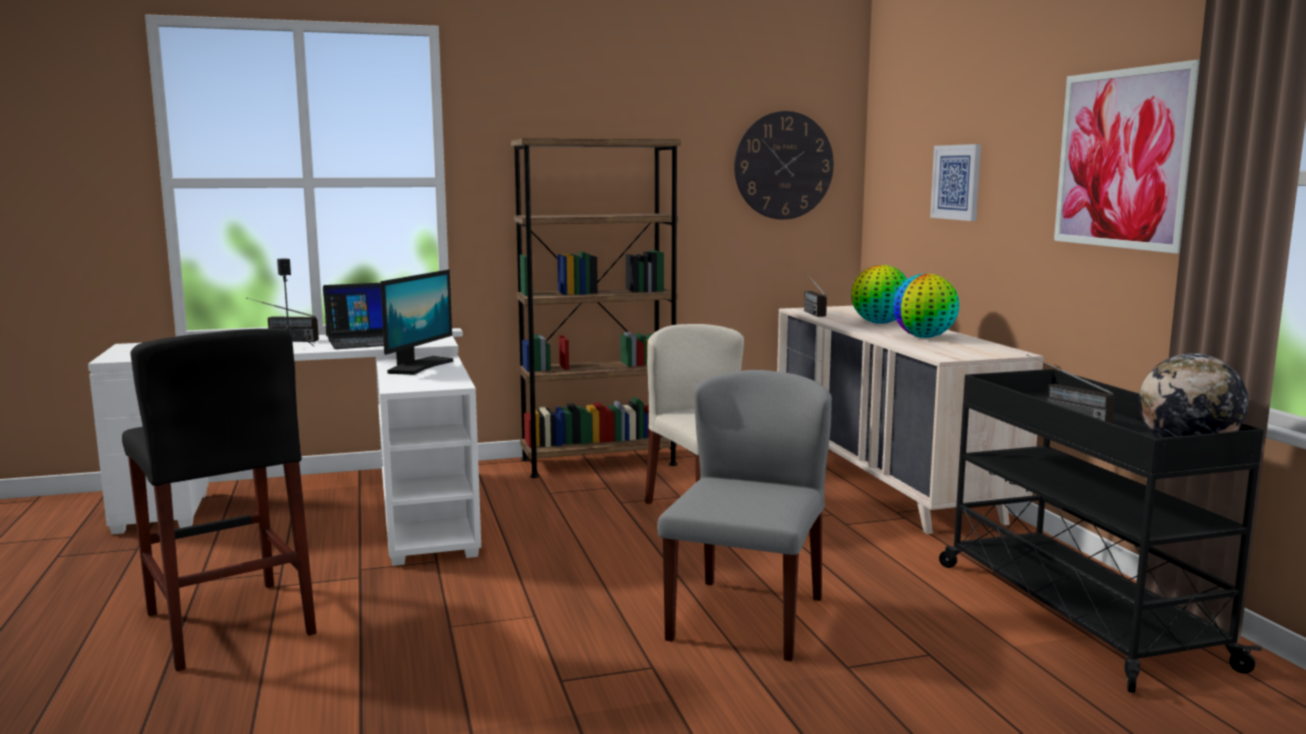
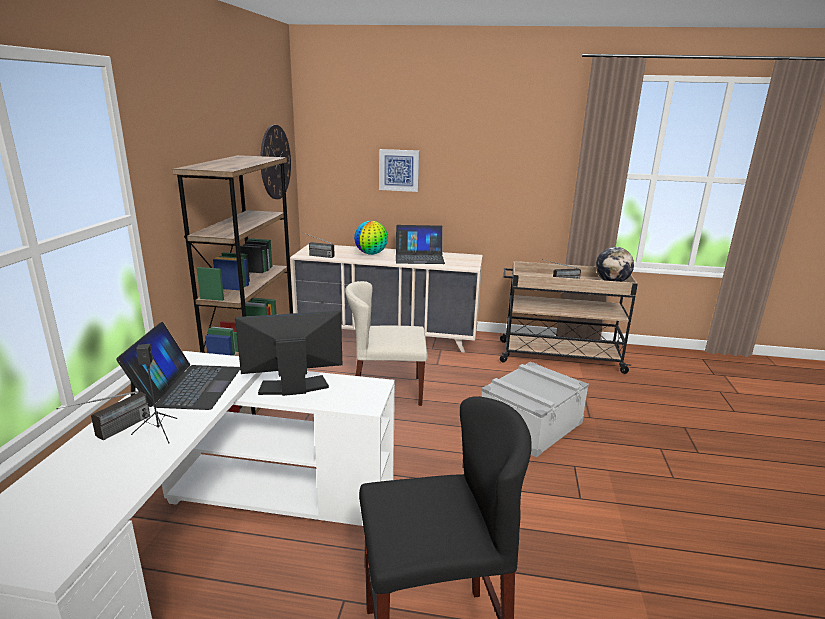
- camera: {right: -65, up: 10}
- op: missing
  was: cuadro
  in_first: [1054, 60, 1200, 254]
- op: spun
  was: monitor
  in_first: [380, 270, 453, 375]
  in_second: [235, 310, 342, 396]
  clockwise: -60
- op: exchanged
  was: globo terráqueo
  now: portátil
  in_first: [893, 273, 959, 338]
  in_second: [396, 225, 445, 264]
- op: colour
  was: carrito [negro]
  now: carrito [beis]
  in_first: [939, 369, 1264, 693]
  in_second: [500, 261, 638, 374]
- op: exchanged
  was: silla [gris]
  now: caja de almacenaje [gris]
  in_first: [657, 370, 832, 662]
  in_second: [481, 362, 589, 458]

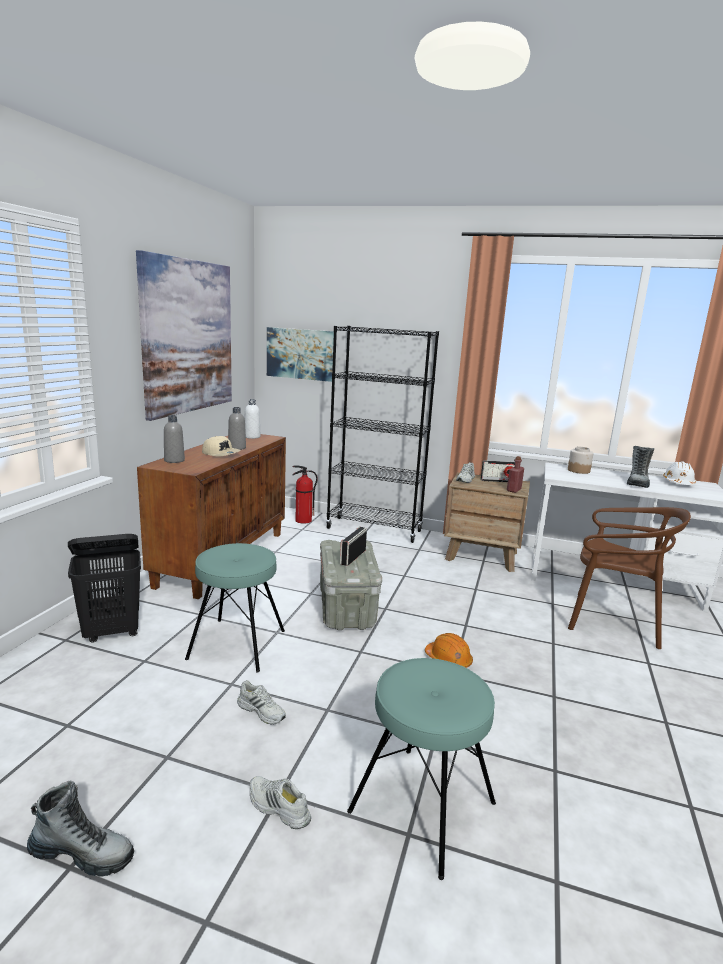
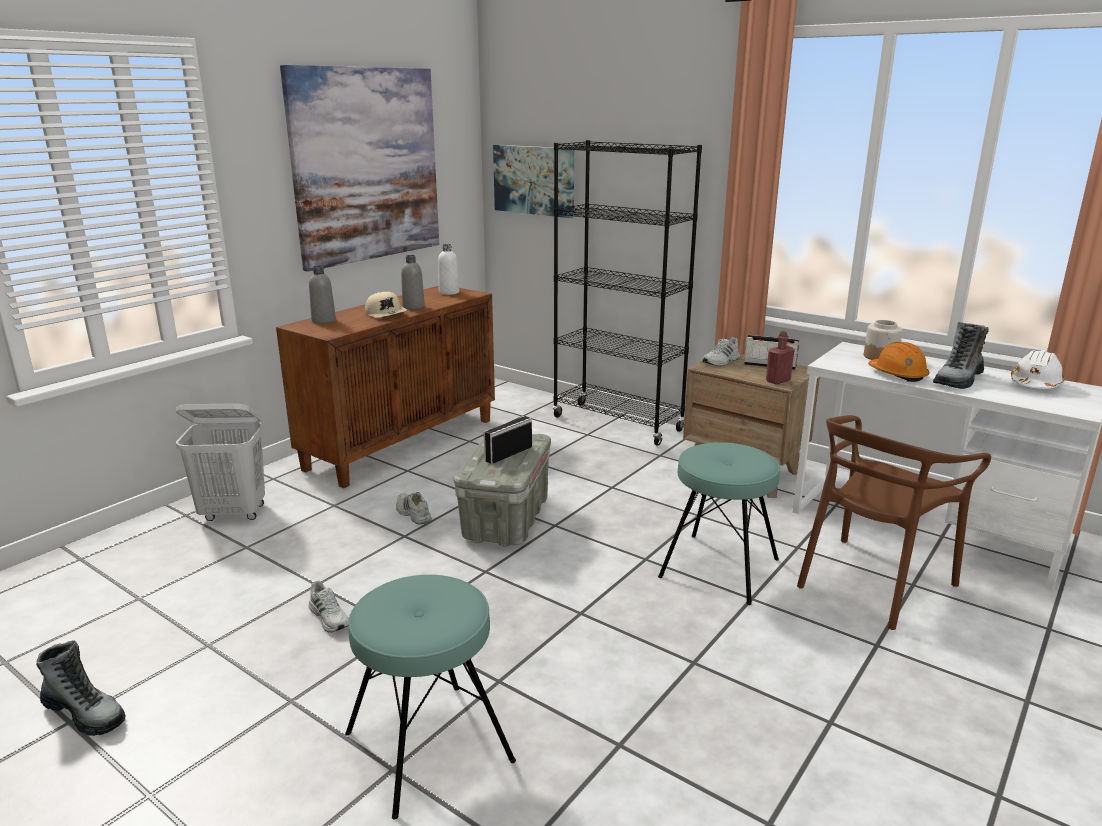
- camera: {right: 20, up: 5}
- op: missing
  was: extintor
  in_first: [292, 465, 318, 524]
- op: spun
  was: silla [marrón]
  in_first: [568, 507, 691, 649]
  in_second: [797, 415, 991, 630]
  clockwise: 90
- op: colour
  was: cesto de la ropa [negro]
  now: cesto de la ropa [blanco]
  in_first: [68, 534, 141, 642]
  in_second: [176, 403, 265, 521]
- op: relocated
  was: taburete [turquesa]
  in_first: [185, 543, 285, 673]
  in_second: [658, 442, 780, 605]
- op: relocated
  was: casco [naranja]
  in_first: [425, 633, 473, 668]
  in_second: [868, 341, 929, 382]
- op: relocated
  was: zapato [blanco]
  in_first: [250, 776, 311, 829]
  in_second: [396, 492, 432, 524]

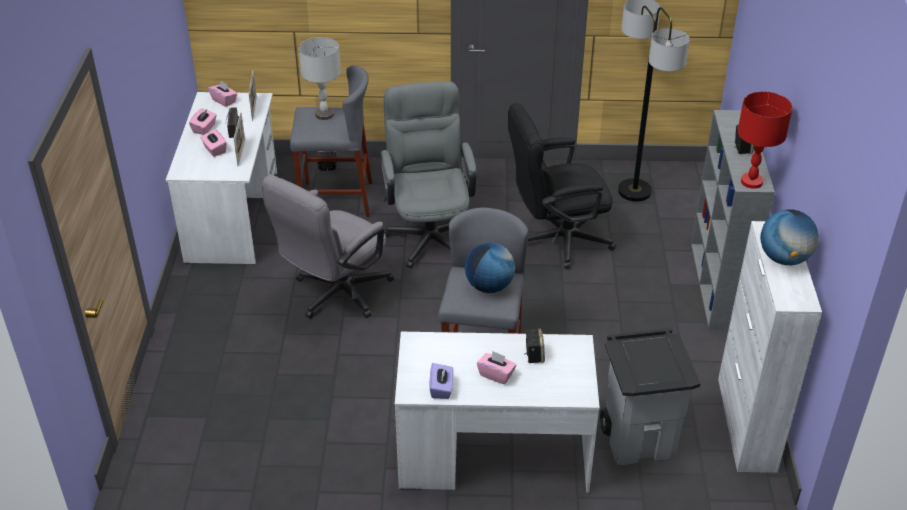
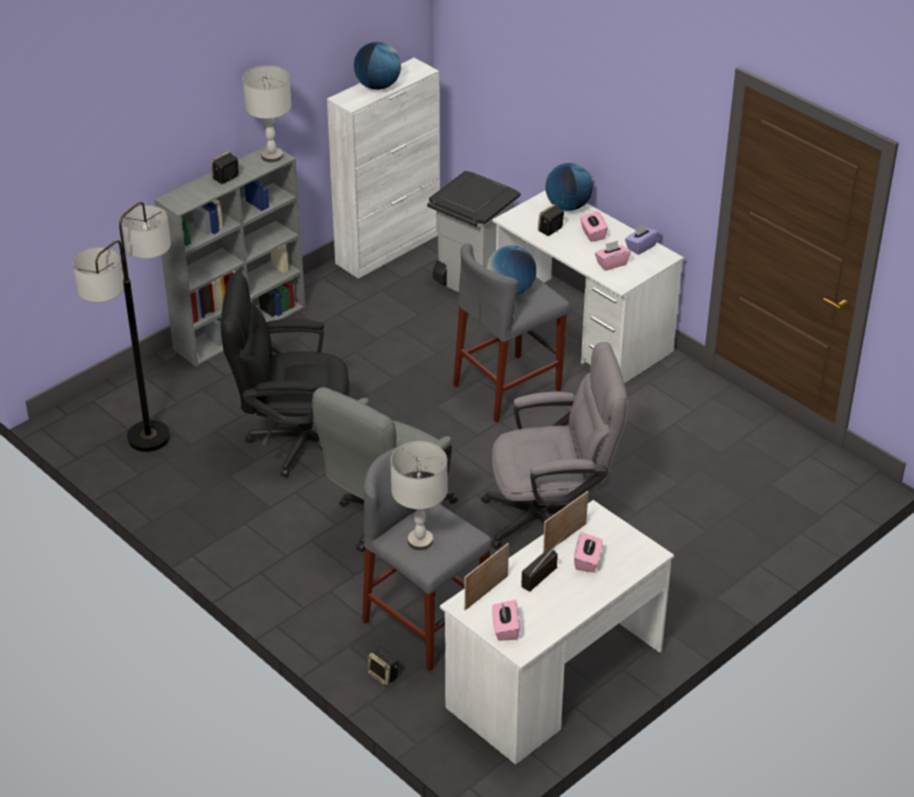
- camera: {right: -135, up: 0}
- op: colour
  was: lámpara de mesa [rojo]
  now: lámpara de mesa [gris]
  in_first: [737, 91, 793, 189]
  in_second: [243, 65, 292, 162]
- op: spun
  was: silla de oficina [negro]
  in_first: [508, 103, 616, 269]
  in_second: [221, 273, 349, 477]
  clockwise: 150
- op: relocated
  was: caja de pañuelos [rosa]
  in_first: [189, 108, 217, 135]
  in_second: [595, 241, 631, 271]
- op: appeared
  now: globo terráqueo
  in_second: [545, 163, 593, 211]

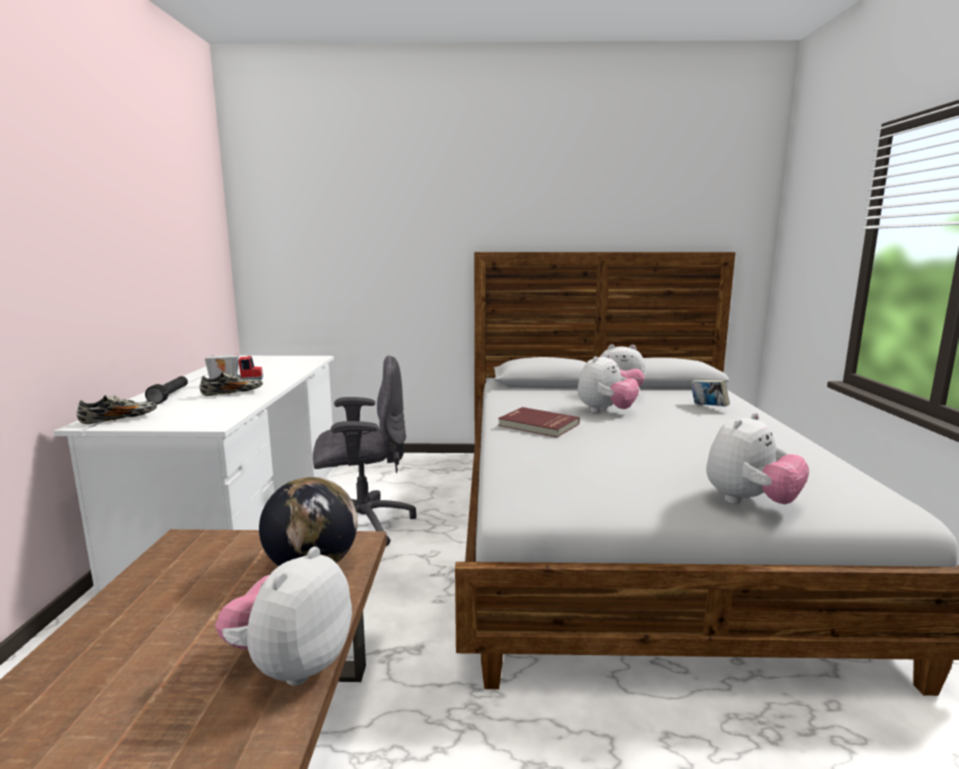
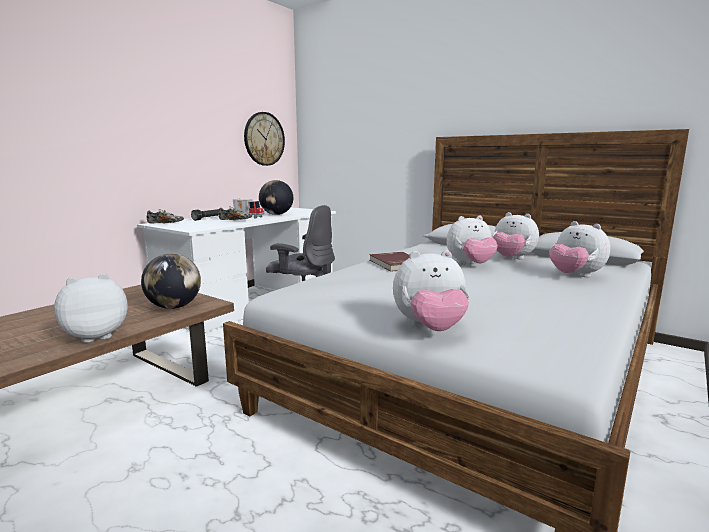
- camera: {right: 35, up: 0}
- op: exchanged
  was: libro
  now: peluche
  in_first: [690, 380, 730, 407]
  in_second: [549, 221, 610, 277]
- op: appeared
  now: reloj de pared
  in_second: [244, 112, 285, 166]
- op: appeared
  now: globo terráqueo
  in_second: [259, 180, 293, 215]

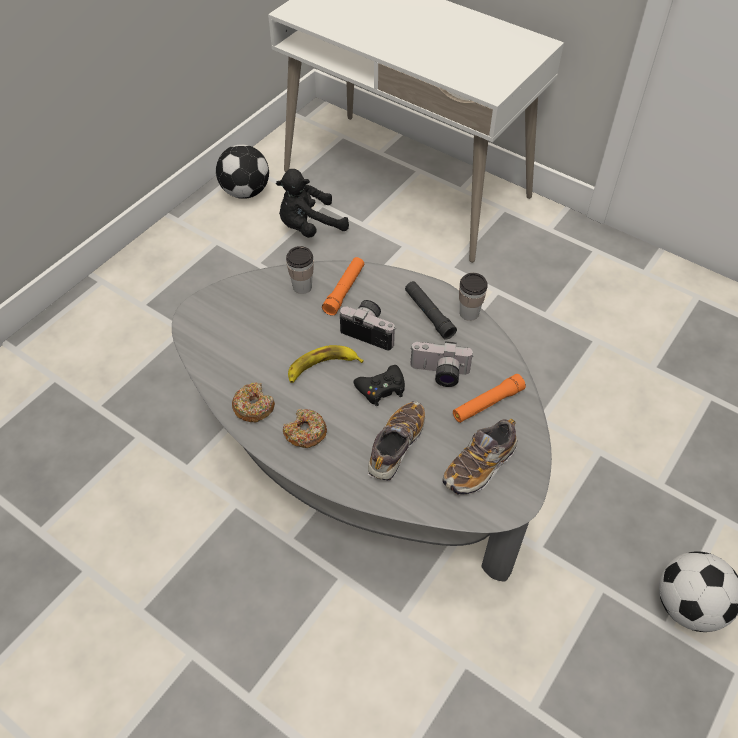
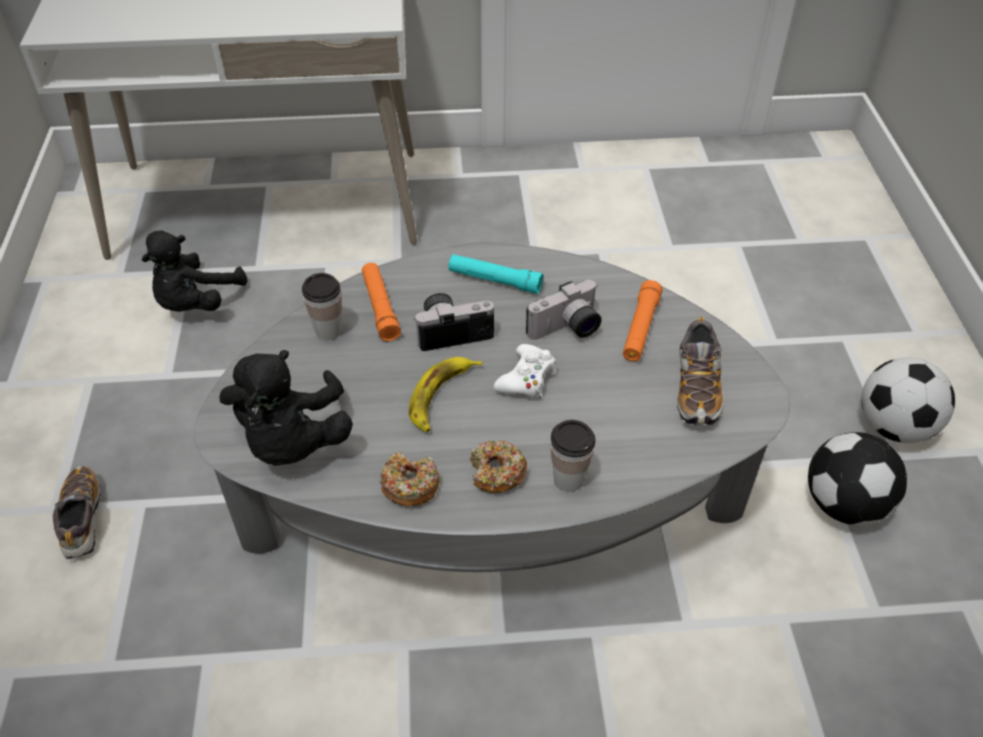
- camera: {right: -40, up: -5}
- op: relocated
  was: balón de fútbol
  in_first: [216, 144, 269, 199]
  in_second: [808, 432, 907, 525]
- op: relocated
  was: taza
  in_first: [459, 273, 488, 321]
  in_second: [550, 420, 596, 492]
- op: colour
  was: linterna [negro]
  now: linterna [turquesa]
  in_first: [405, 281, 457, 340]
  in_second: [448, 254, 543, 294]
- op: colour
  was: mando de consola [negro]
  now: mando de consola [blanco]
  in_first: [353, 365, 405, 406]
  in_second: [493, 344, 556, 399]
- op: relocated
  was: zapato
  in_first: [368, 401, 425, 481]
  in_second: [53, 466, 101, 560]
- op: appeared
  now: peluche [negro]
  in_second: [219, 350, 353, 465]

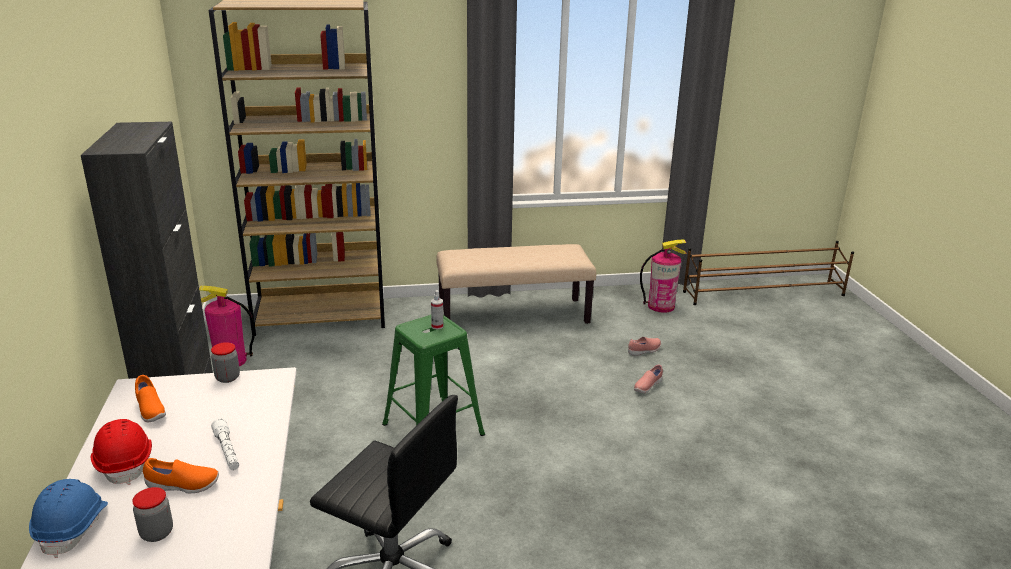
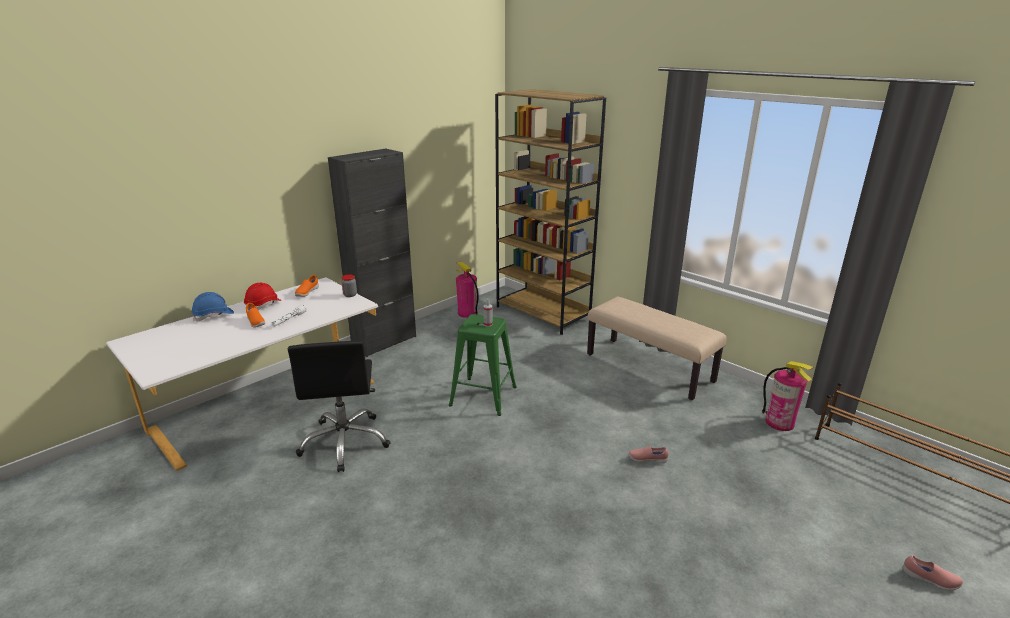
- camera: {right: 55, up: 0}
- op: relocated
  was: zapato [rosa]
  in_first: [628, 337, 661, 356]
  in_second: [903, 555, 963, 590]
- op: missing
  was: tarro
  in_first: [132, 487, 173, 542]

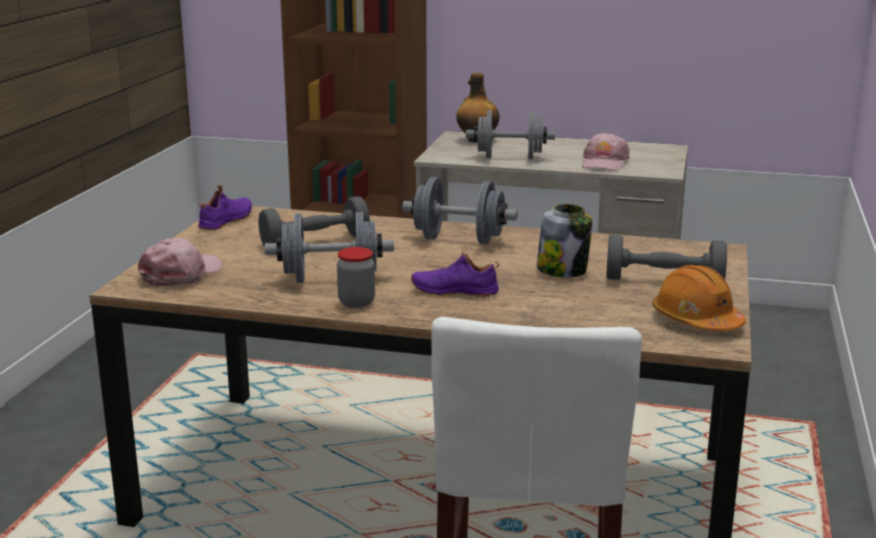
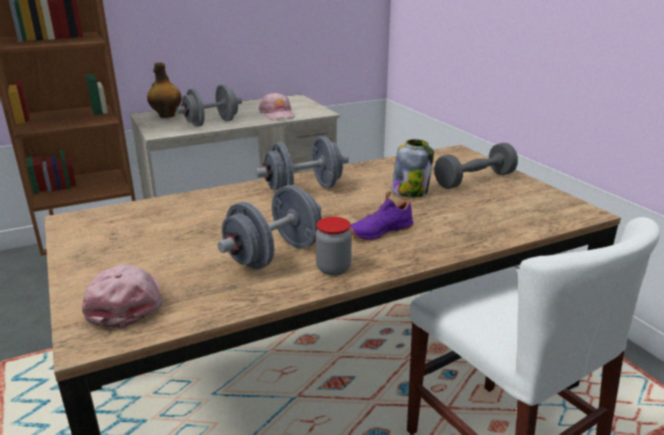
- camera: {right: -40, up: 5}
- op: missing
  was: zapato [morado]
  in_first: [198, 185, 252, 230]
- op: missing
  was: mancuerna [gris]
  in_first: [259, 196, 370, 247]
- op: missing
  was: casco [naranja]
  in_first: [653, 265, 746, 331]

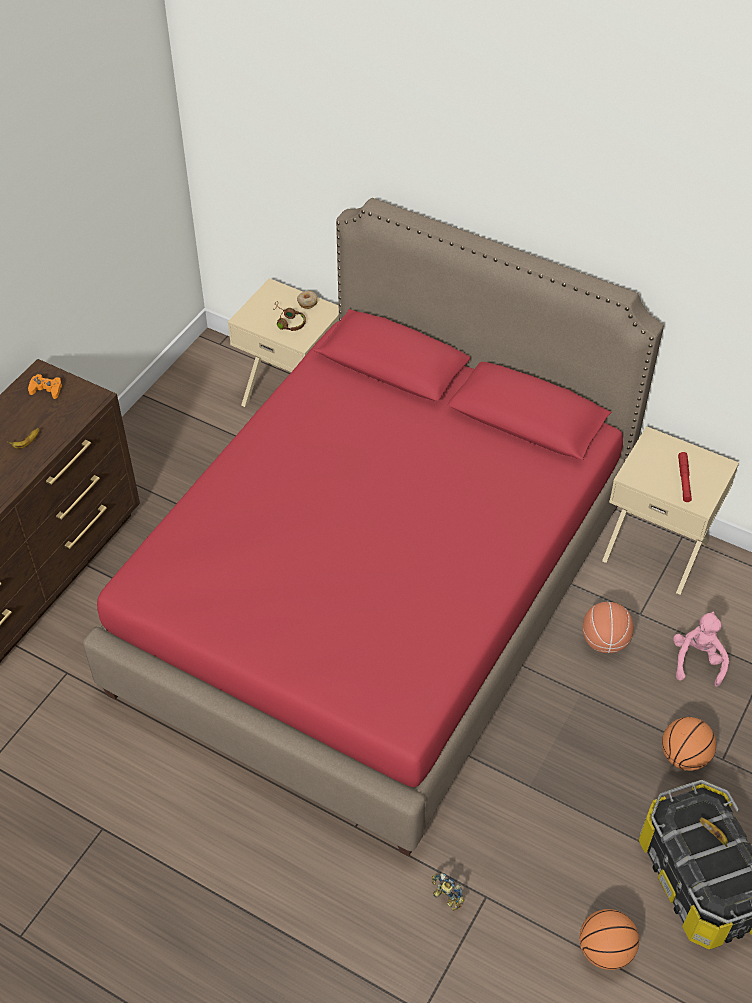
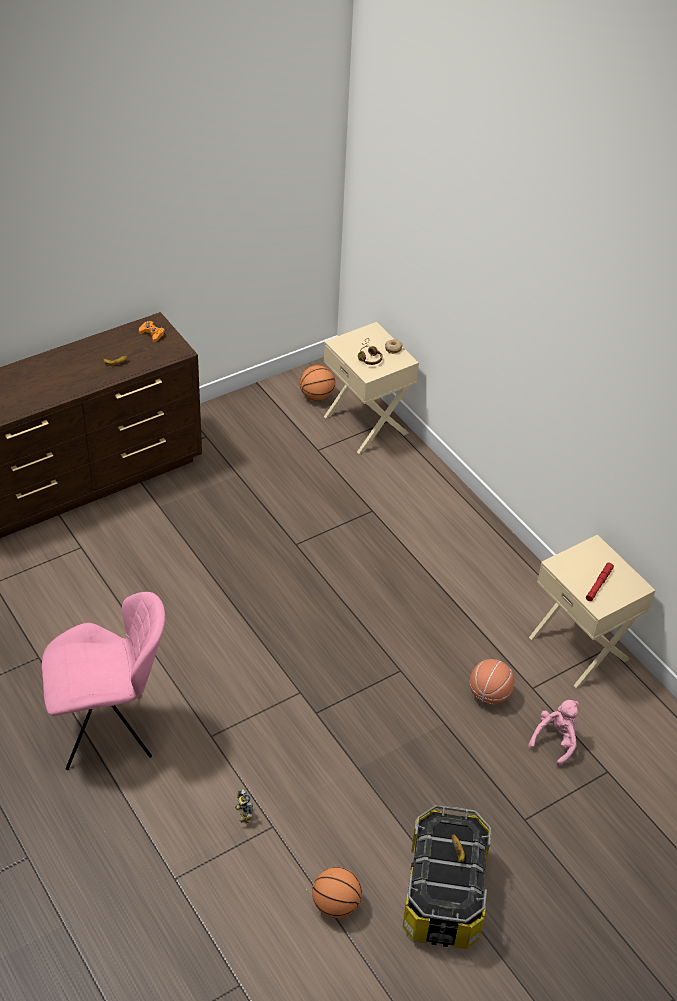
- camera: {right: 25, up: -5}
- op: missing
  was: cama [rojo]
  in_first: [83, 198, 664, 857]
- op: relocated
  was: balón de baloncesto
  in_first: [662, 717, 716, 771]
  in_second: [300, 365, 335, 401]
- op: appeared
  now: silla [rosa]
  in_second: [42, 592, 165, 770]

